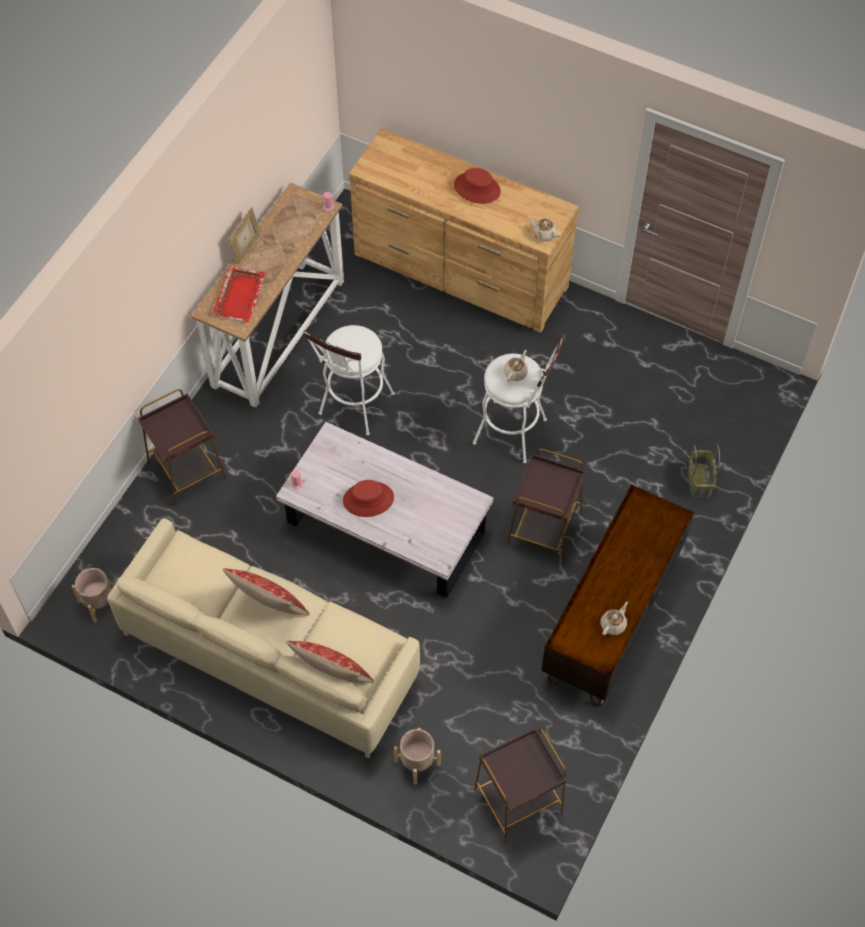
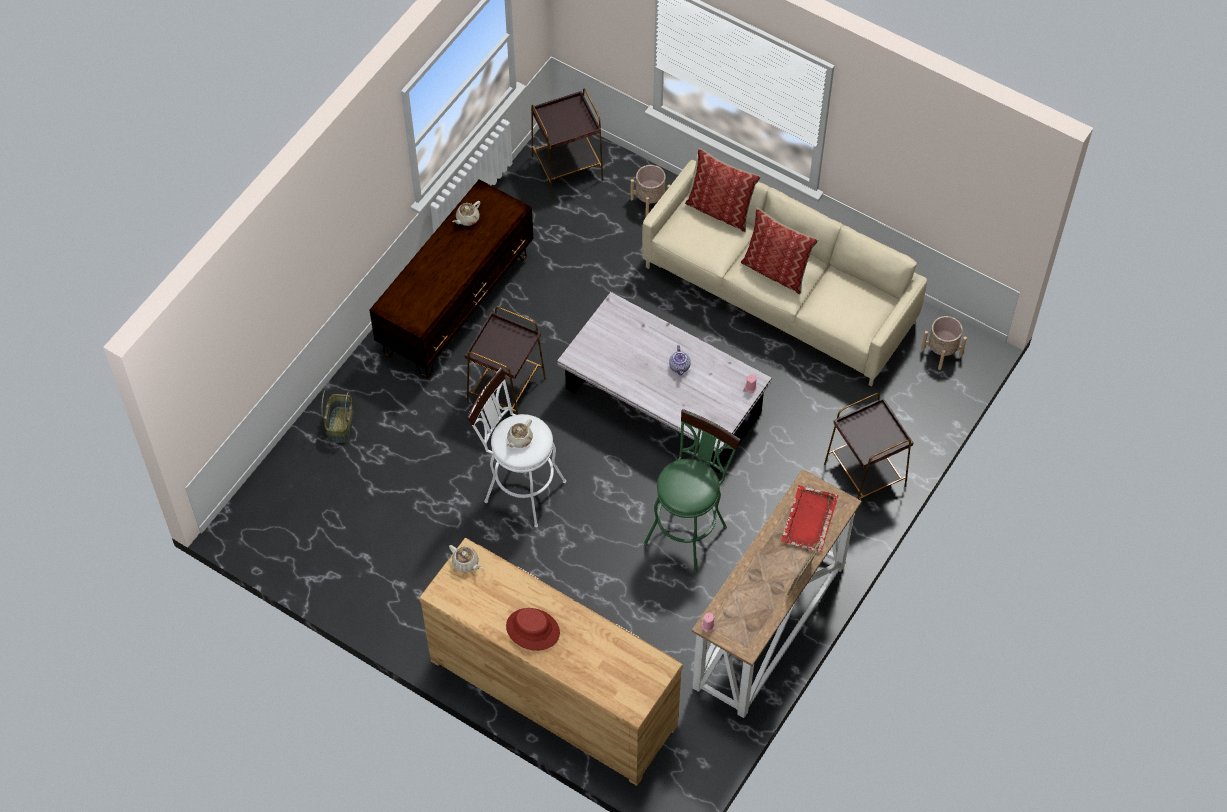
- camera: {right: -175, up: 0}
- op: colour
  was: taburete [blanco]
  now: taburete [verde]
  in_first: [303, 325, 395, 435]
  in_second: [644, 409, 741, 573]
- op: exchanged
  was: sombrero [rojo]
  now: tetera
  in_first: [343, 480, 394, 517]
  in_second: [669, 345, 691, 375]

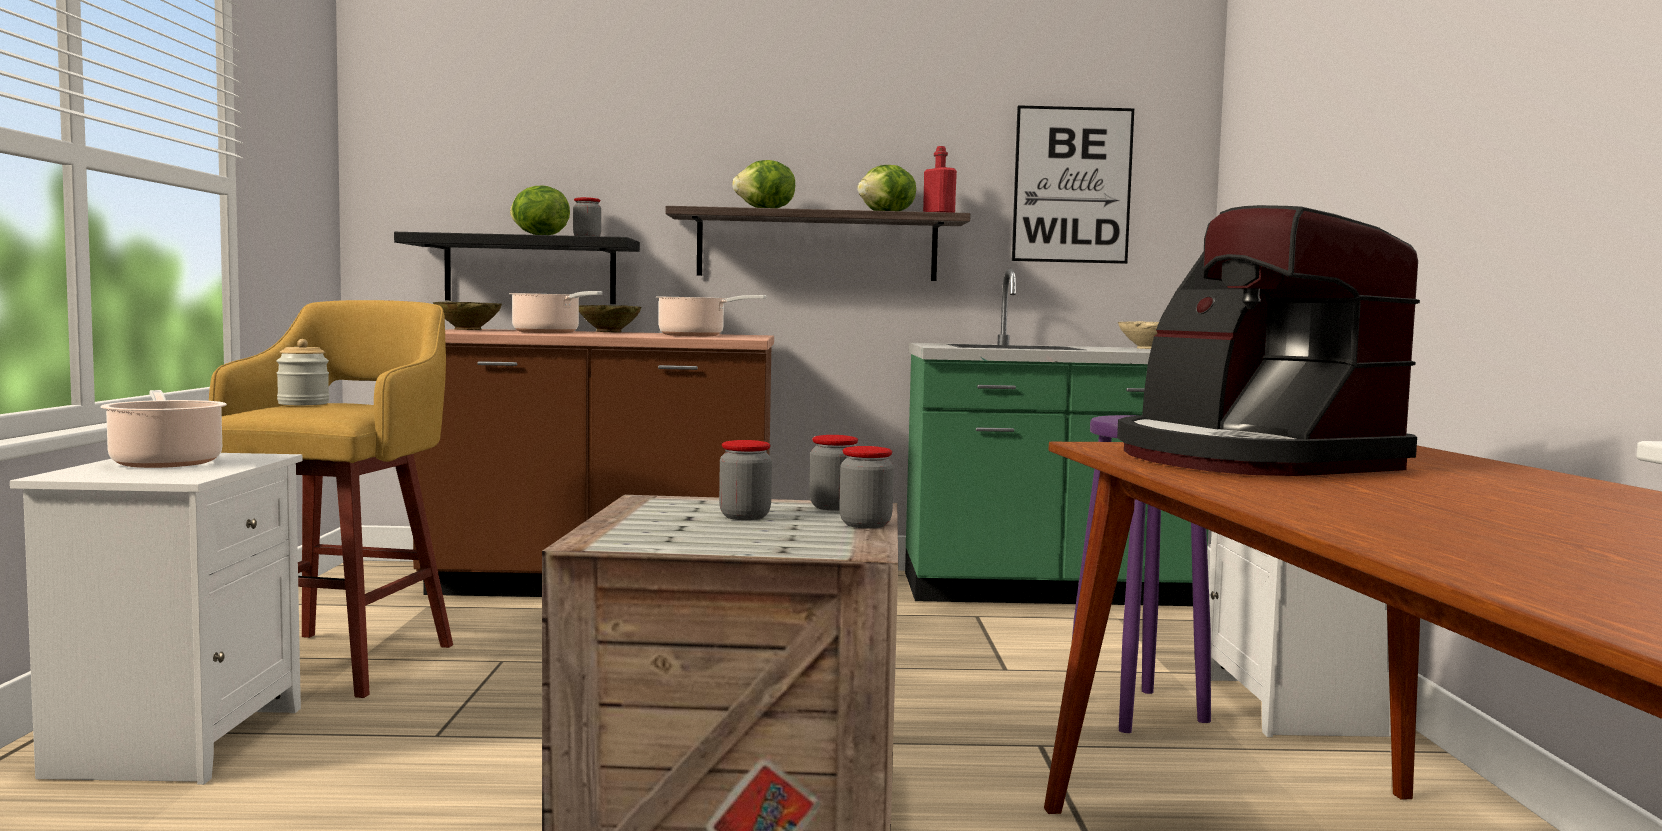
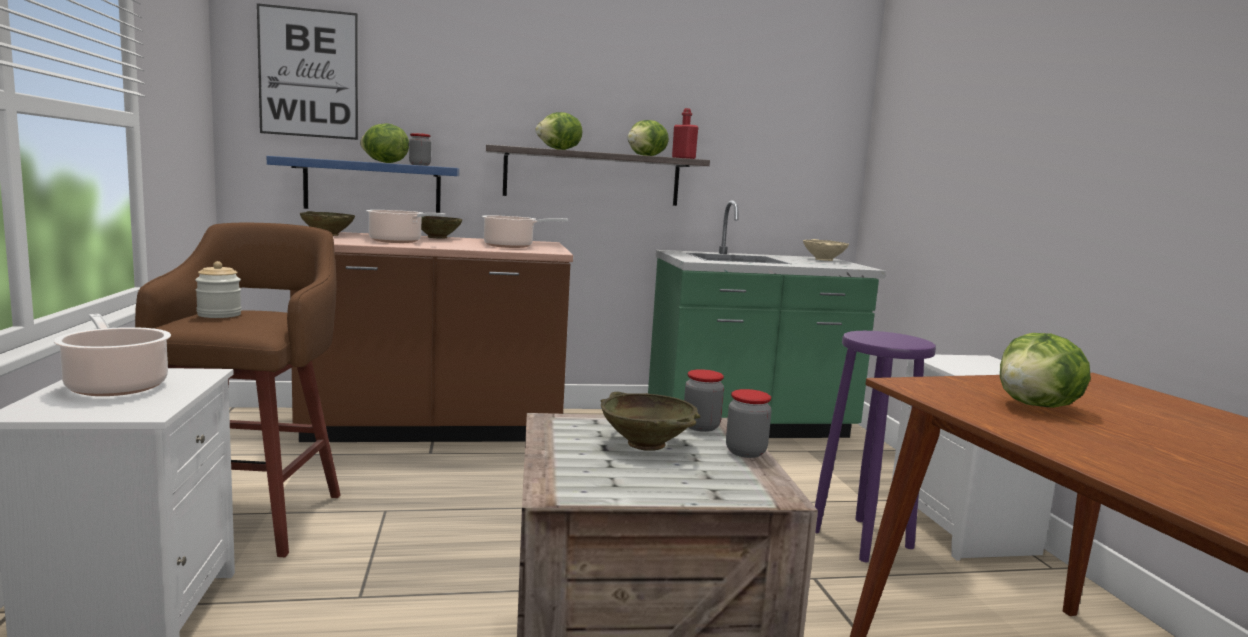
- camera: {right: -10, up: 5}
- op: relocated
  was: cuadro
  in_first: [1012, 105, 1134, 264]
  in_second: [257, 3, 358, 140]
- op: exchanged
  was: cafetera
  now: lechuga
  in_first: [1117, 205, 1420, 476]
  in_second: [1000, 333, 1091, 408]
- op: colour
  was: estante [negro]
  now: estante [azul]
  in_first: [394, 232, 640, 304]
  in_second: [267, 156, 459, 213]
- op: colour
  was: taburete [amarillo]
  now: taburete [marrón]
  in_first: [209, 300, 453, 698]
  in_second: [135, 223, 341, 557]
- op: exchanged
  was: tarro
  now: cuenco [beis]
  in_first: [719, 440, 772, 520]
  in_second: [601, 392, 700, 451]

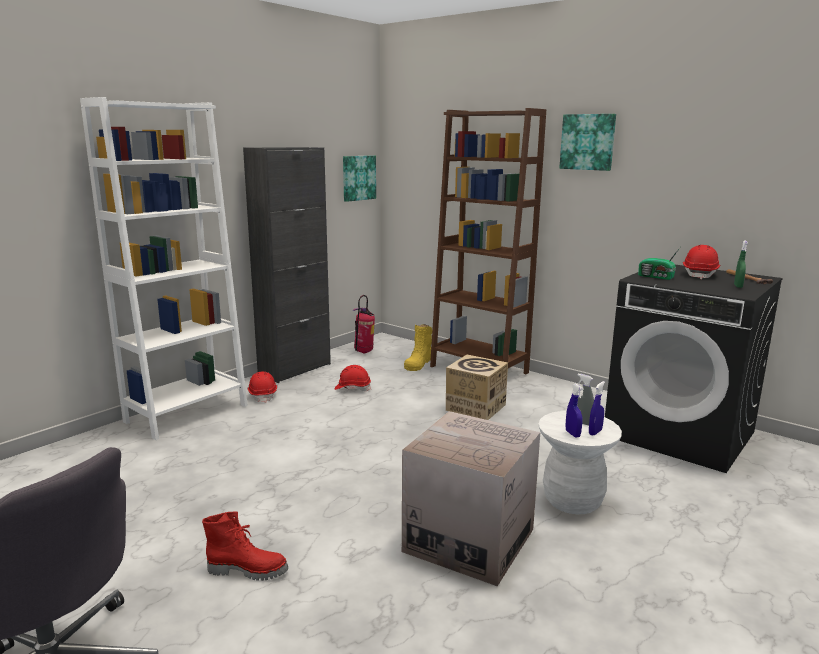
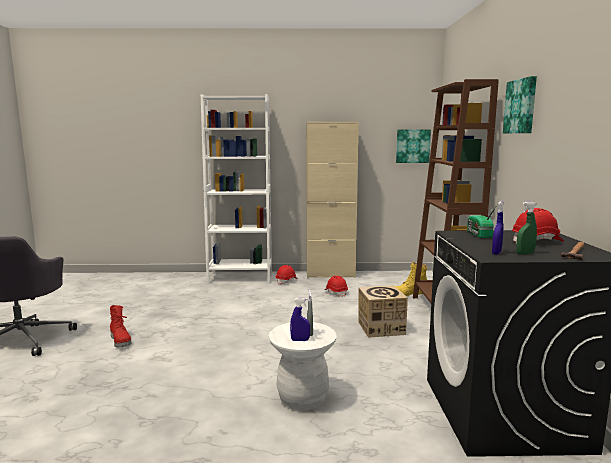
- camera: {right: 50, up: -5}
- op: colour
  was: armario [negro]
  now: armario [beis]
  in_first: [243, 147, 331, 383]
  in_second: [306, 122, 359, 278]
- op: missing
  was: extintor
  in_first: [352, 295, 375, 353]
- op: relocated
  was: pulverizador [azul]
  in_first: [566, 384, 583, 438]
  in_second: [492, 201, 504, 255]
- op: missing
  was: caja de cartón
  in_first: [402, 411, 540, 586]

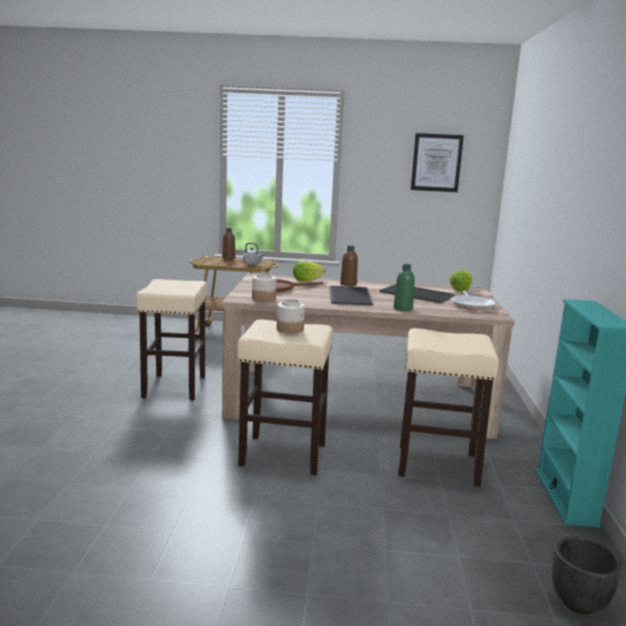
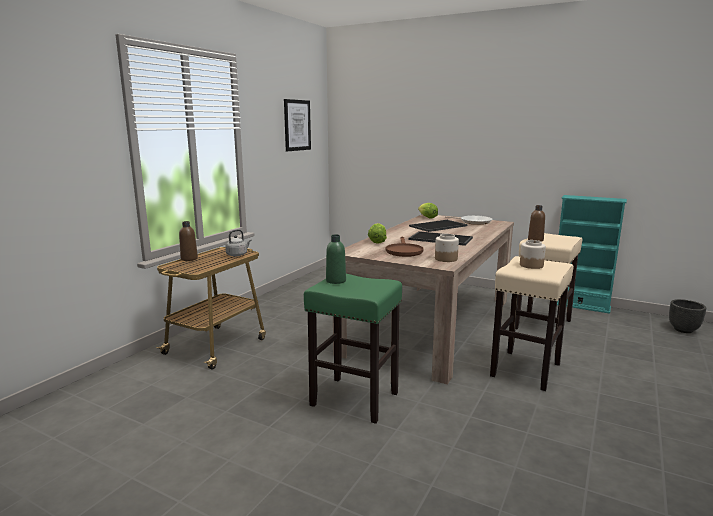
- camera: {right: -65, up: 0}
- op: relocated
  was: botella [marrón]
  in_first: [340, 246, 358, 286]
  in_second: [528, 205, 545, 242]
- op: relocated
  was: botella [verde]
  in_first: [394, 264, 415, 311]
  in_second: [326, 234, 346, 284]
- op: colour
  was: taburete [beis]
  now: taburete [verde]
  in_first: [136, 279, 207, 400]
  in_second: [304, 274, 402, 424]

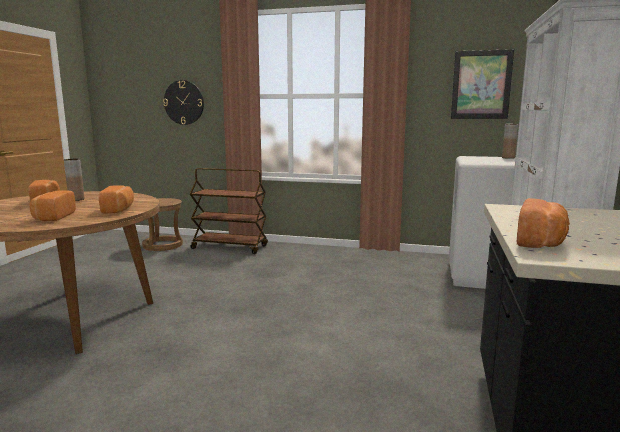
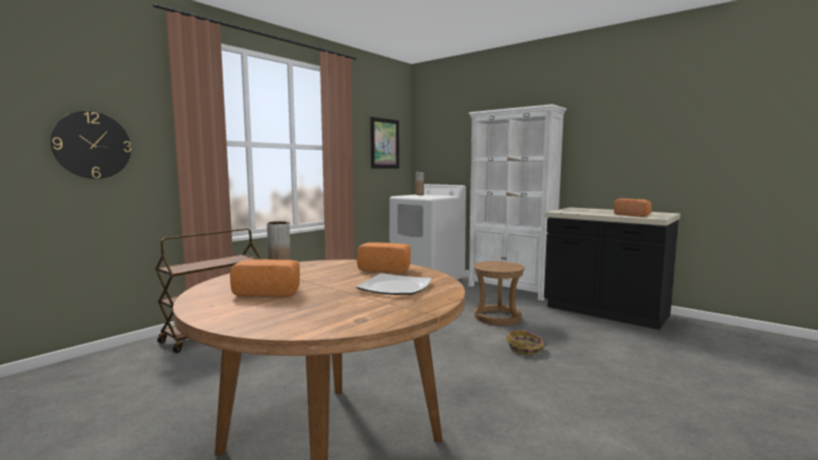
- camera: {right: -65, up: -5}
- op: exchanged
  was: pan
  now: plato
  in_first: [30, 190, 76, 221]
  in_second: [356, 273, 432, 295]
- op: relocated
  was: taburete [marrón]
  in_first: [142, 198, 183, 251]
  in_second: [474, 261, 525, 325]
- op: appeared
  now: cesta
  in_second: [506, 330, 547, 356]

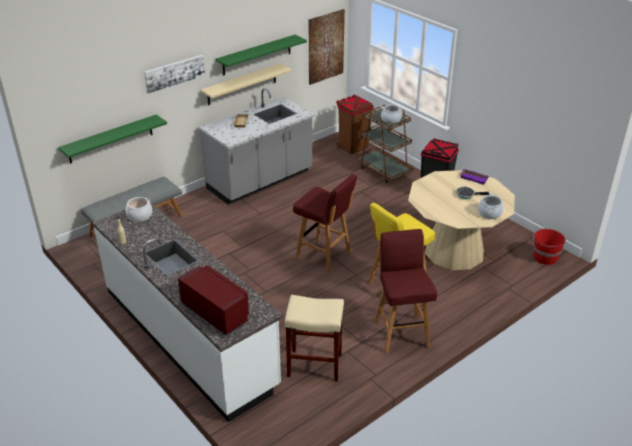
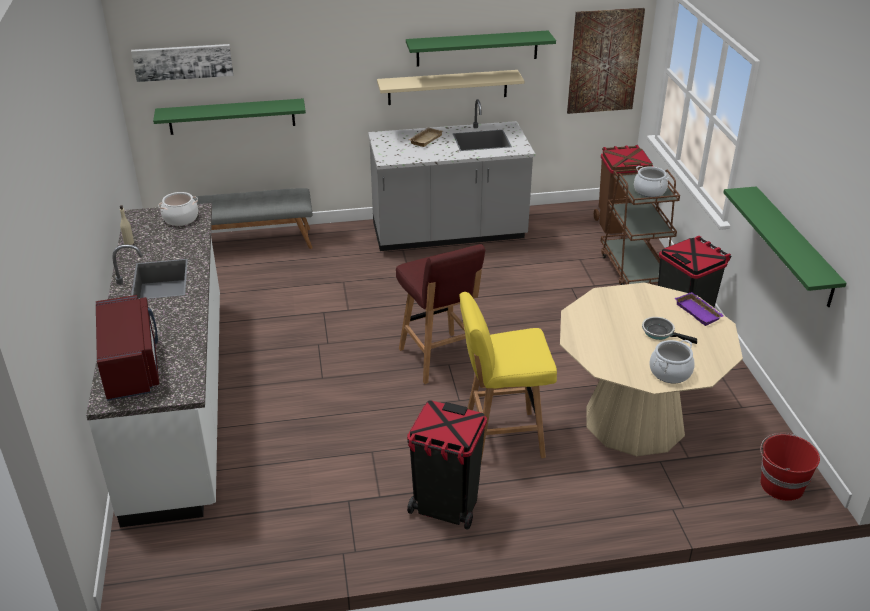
- camera: {right: 30, up: 0}
- op: relocated
  was: cuadro
  in_first: [144, 55, 205, 93]
  in_second: [131, 44, 233, 82]
- op: exchanged
  was: taburete [rojo]
  now: papelera [negro]
  in_first: [374, 229, 437, 353]
  in_second: [407, 400, 487, 530]
- op: missing
  was: taburete [beis]
  in_first: [284, 295, 344, 382]
- op: appeared
  now: estante [verde]
  in_second: [723, 186, 846, 307]

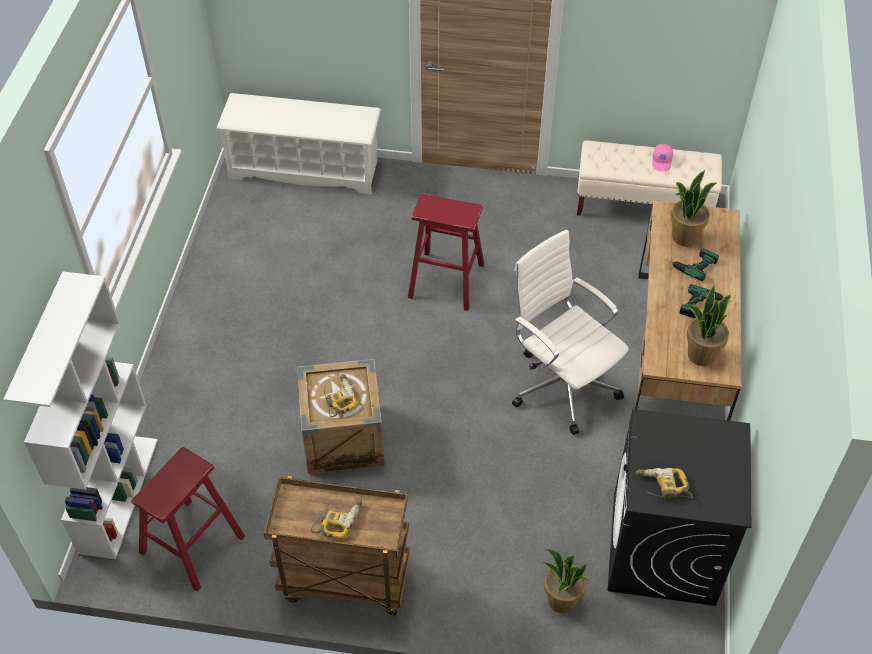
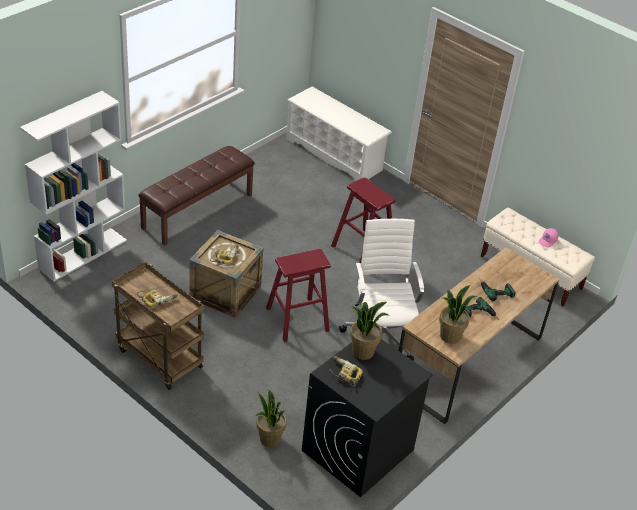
- camera: {right: 30, up: -10}
- op: relocated
  was: planta en maceta
  in_first: [671, 170, 717, 247]
  in_second: [350, 302, 390, 360]
- op: relocated
  was: taburete [rojo]
  in_first: [131, 447, 245, 592]
  in_second: [266, 249, 331, 342]
- op: appeared
  now: banco [marrón]
  in_second: [138, 146, 255, 245]

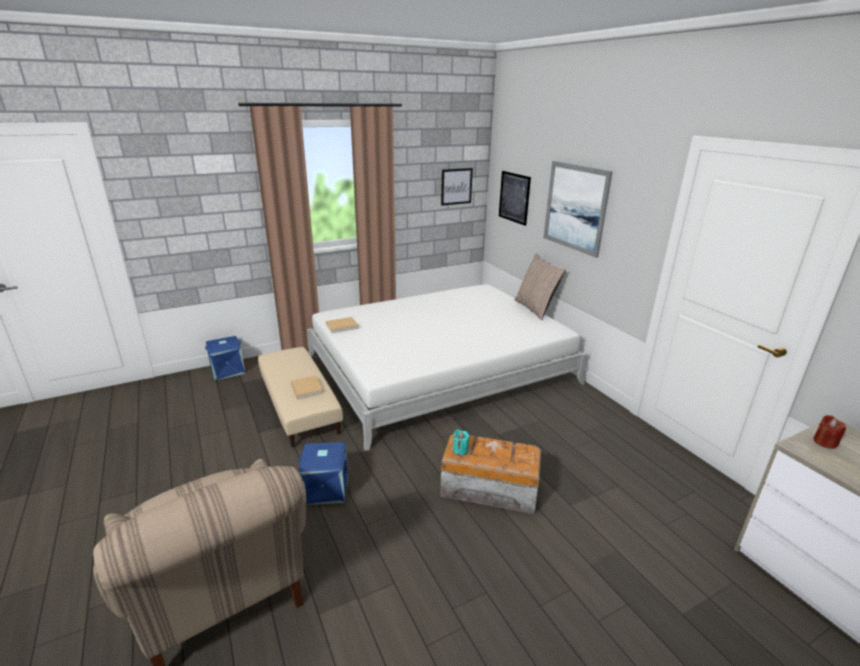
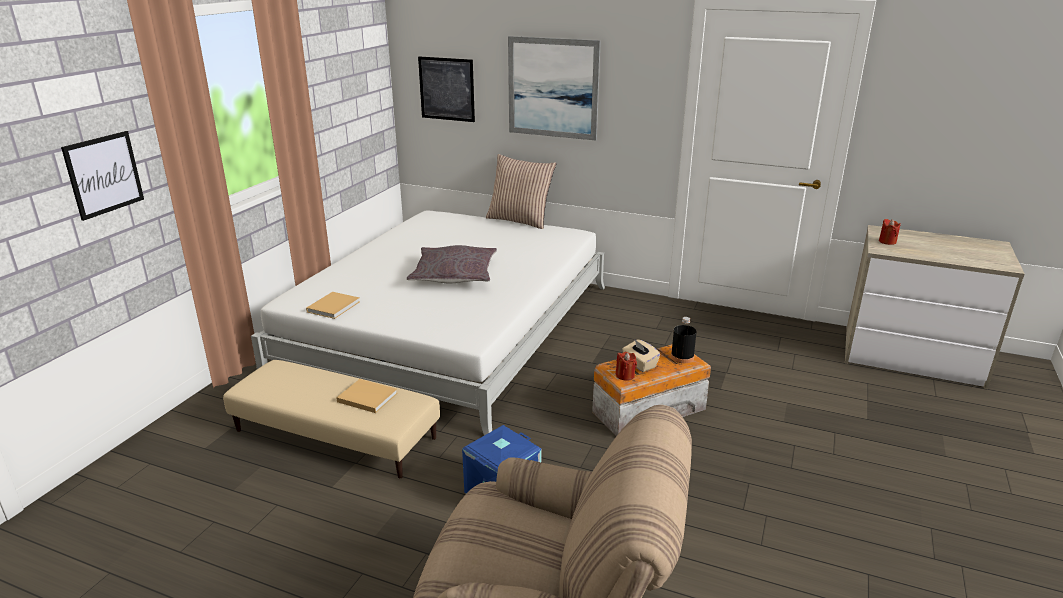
- camera: {right: -40, up: 0}
- op: relocated
  was: cuadro
  in_first: [441, 168, 473, 206]
  in_second: [61, 131, 144, 221]
- op: missing
  was: caja de almacenaje [azul]
  in_first: [205, 336, 245, 380]
- op: colour
  was: vela [turquesa]
  now: vela [rojo]
  in_first: [453, 429, 469, 456]
  in_second: [616, 352, 637, 381]
- op: appeared
  now: cojín [gris]
  in_second: [407, 245, 497, 284]
- op: appeared
  now: botella [negro]
  in_second: [671, 317, 697, 363]
- op: appeared
  now: caja de pañuelos [beis]
  in_second: [622, 339, 660, 372]

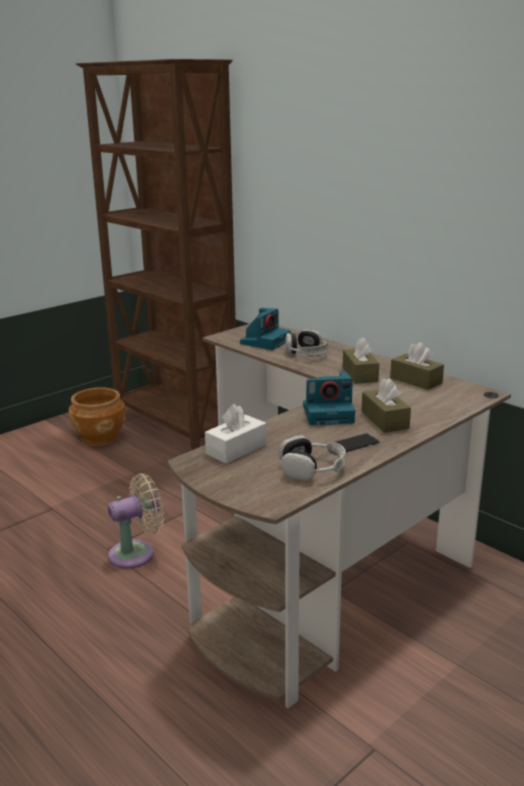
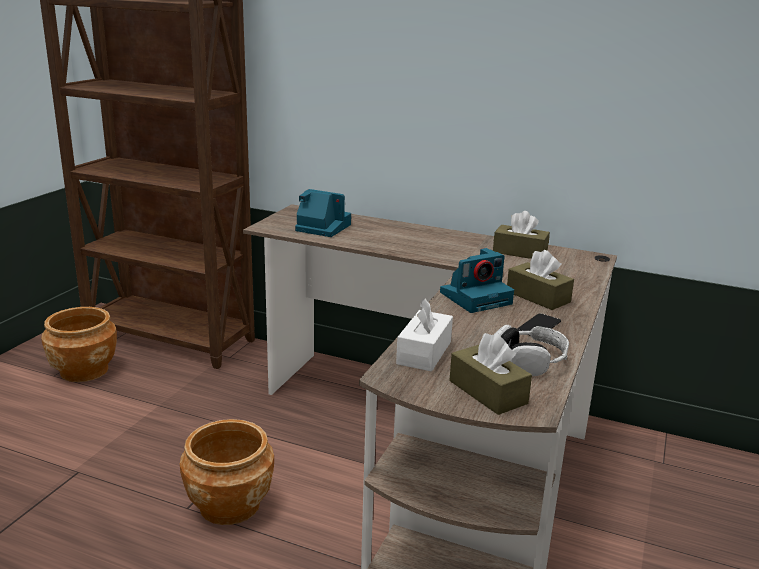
- camera: {right: -25, up: 0}
- op: spun
  was: cámara
  in_first: [240, 308, 291, 350]
  in_second: [295, 189, 351, 237]
  clockwise: -75
- op: missing
  was: auriculares
  in_first: [286, 329, 328, 357]
- op: relocated
  was: caja de pañuelos [marrón]
  in_first: [343, 338, 379, 384]
  in_second: [449, 333, 532, 415]
- op: exchanged
  was: ventilador [beis]
  now: maceta [marrón]
  in_first: [108, 474, 164, 569]
  in_second: [180, 419, 274, 525]

